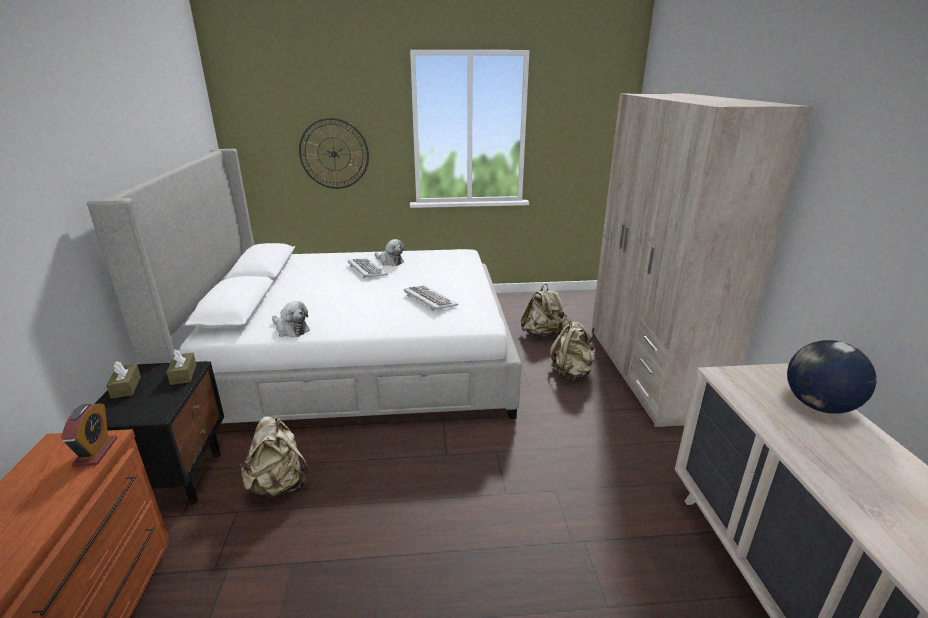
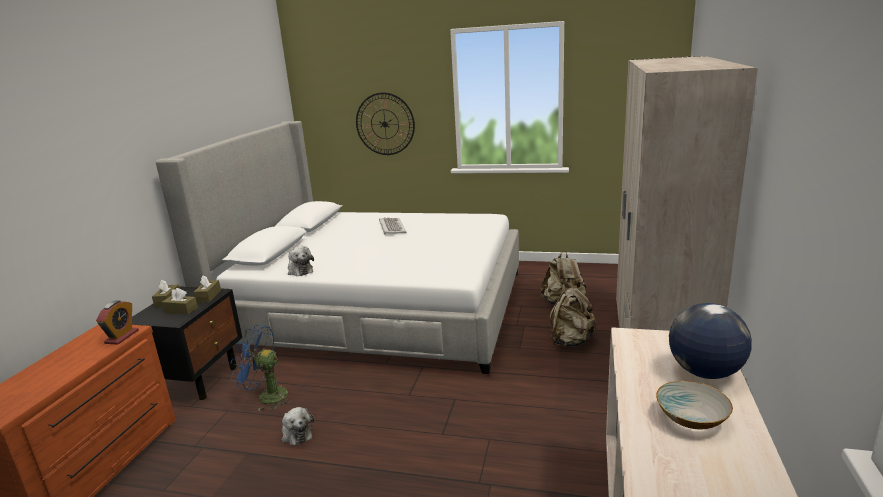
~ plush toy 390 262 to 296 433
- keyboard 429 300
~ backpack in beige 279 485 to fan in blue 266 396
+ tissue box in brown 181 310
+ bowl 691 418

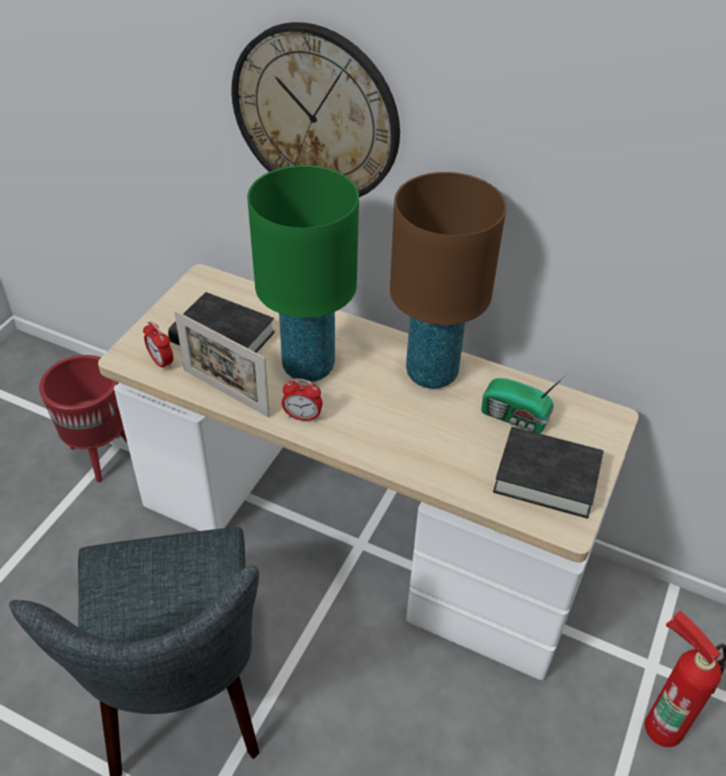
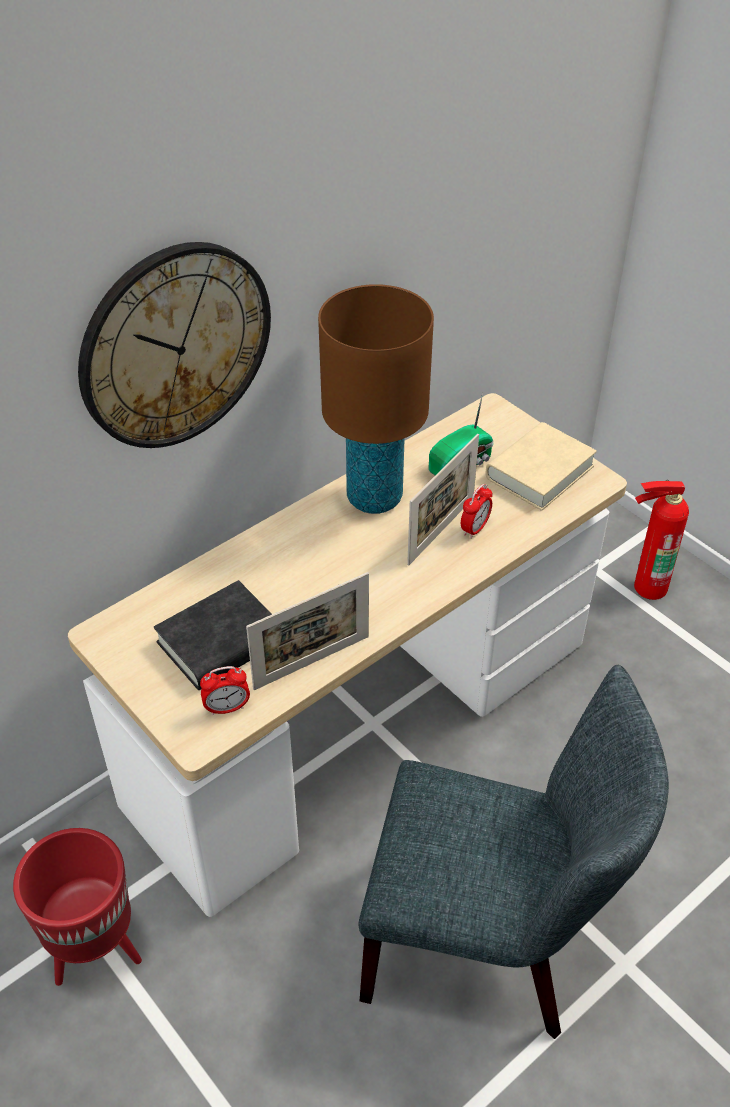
- table lamp in green 308 366
~ alarm clock 302 417 to 475 529
~ book in black 547 477 to book in beige 539 472
+ picture frame 441 530

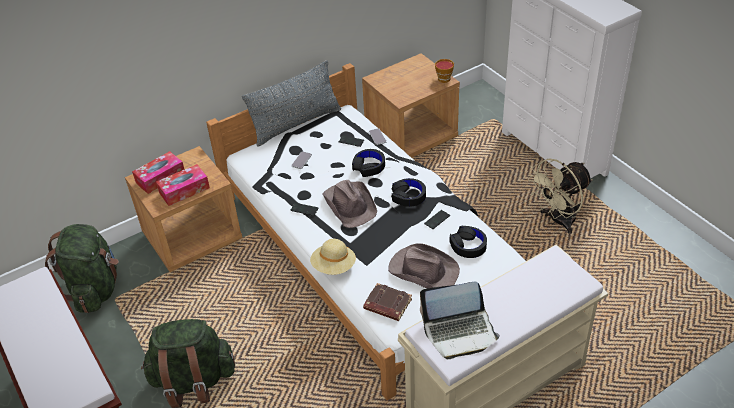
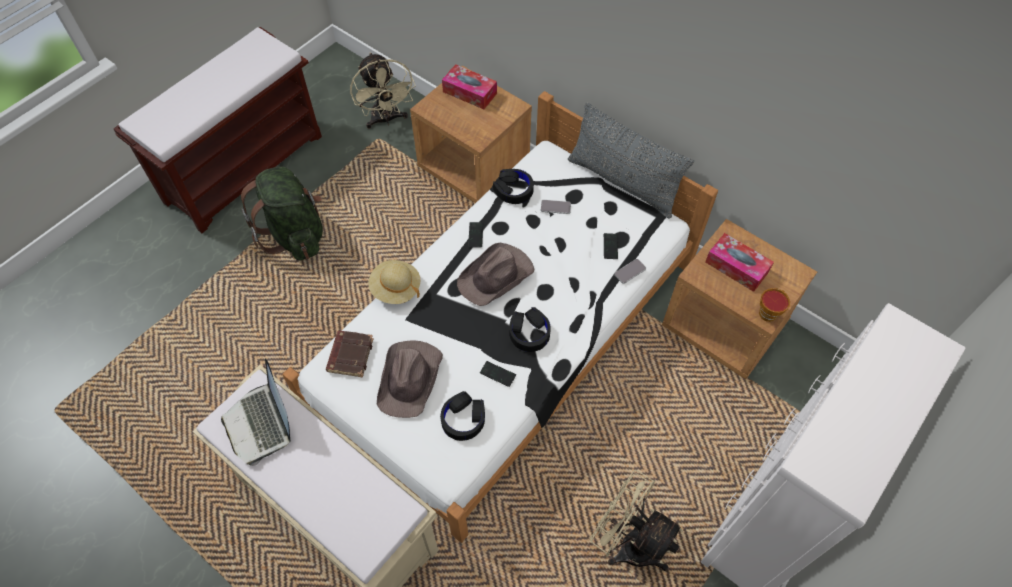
~ headphones in black 369 166 to 513 190
~ tissue box 184 190 to 736 267
~ backpack in green 94 289 to fan in beige 386 119

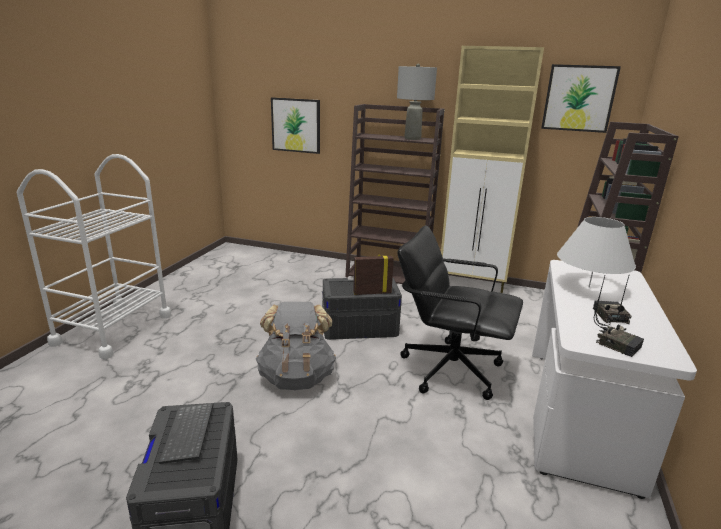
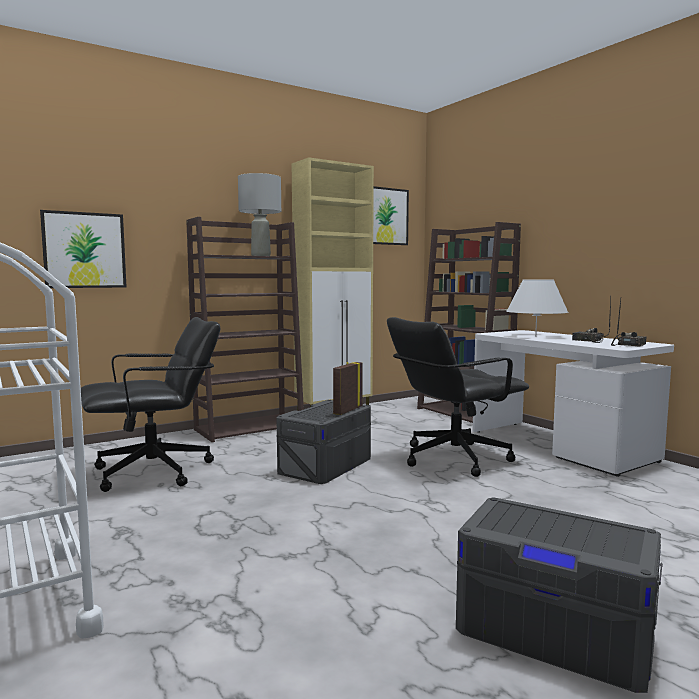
~ radio 617 344 = 628 345 45 degrees counterclockwise
- backpack in grey 297 377
- keyboard 190 434
+ office chair in black 155 472

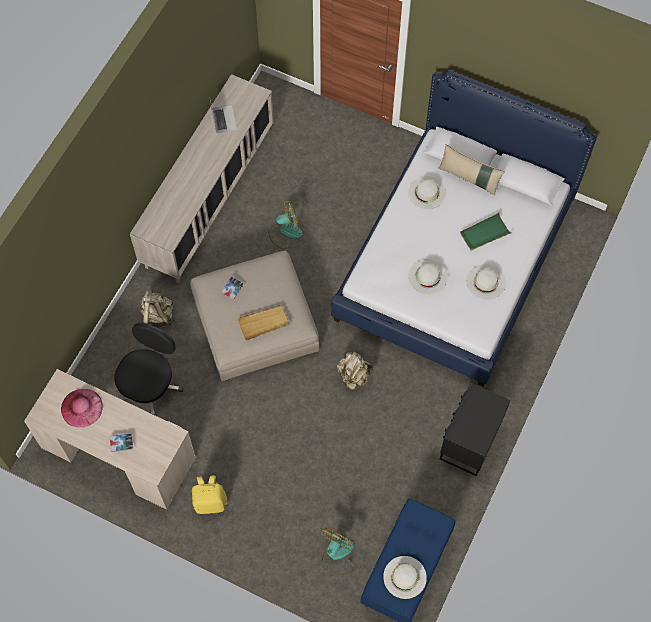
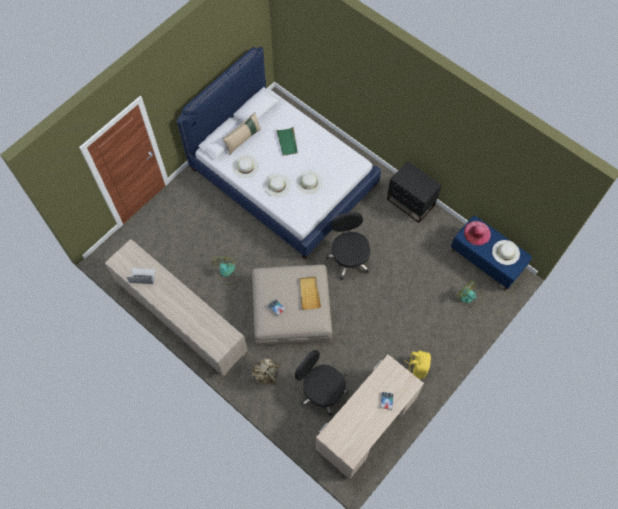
~ hat in white 486 281 to 277 185
~ backpack in beige 353 376 to office chair in black 349 257
~ hat in pink 81 408 to 477 233

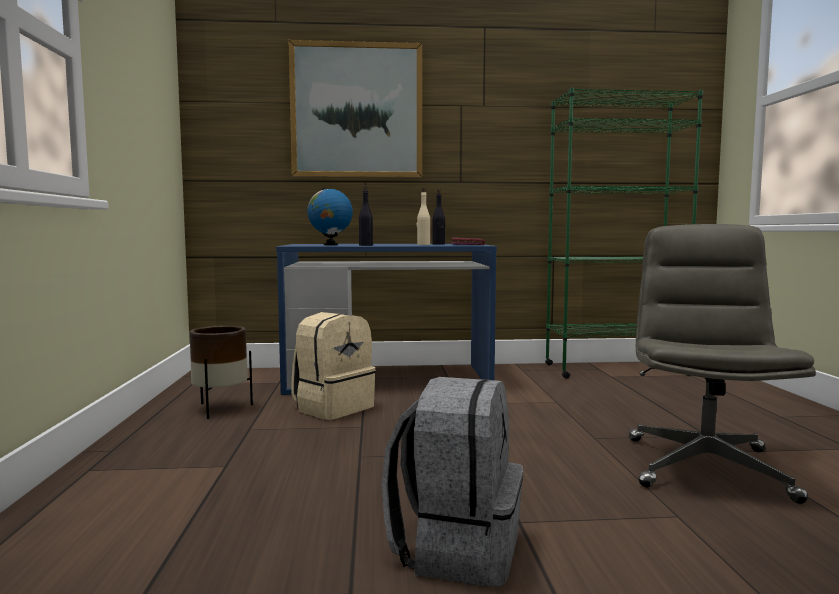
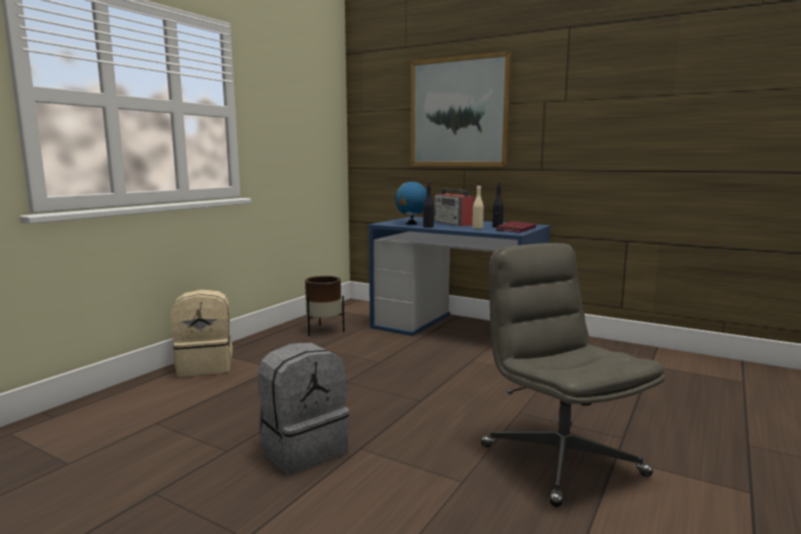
- bookcase in green 614 370
~ office chair in grey 704 467 = 560 459 75 degrees counterclockwise
~ backpack in beige 333 408 to 206 366
+ radio 453 223

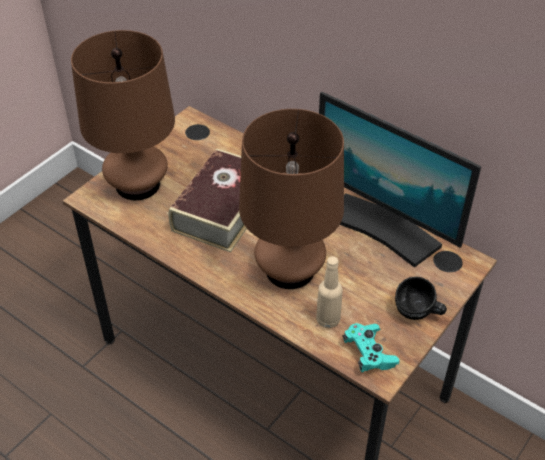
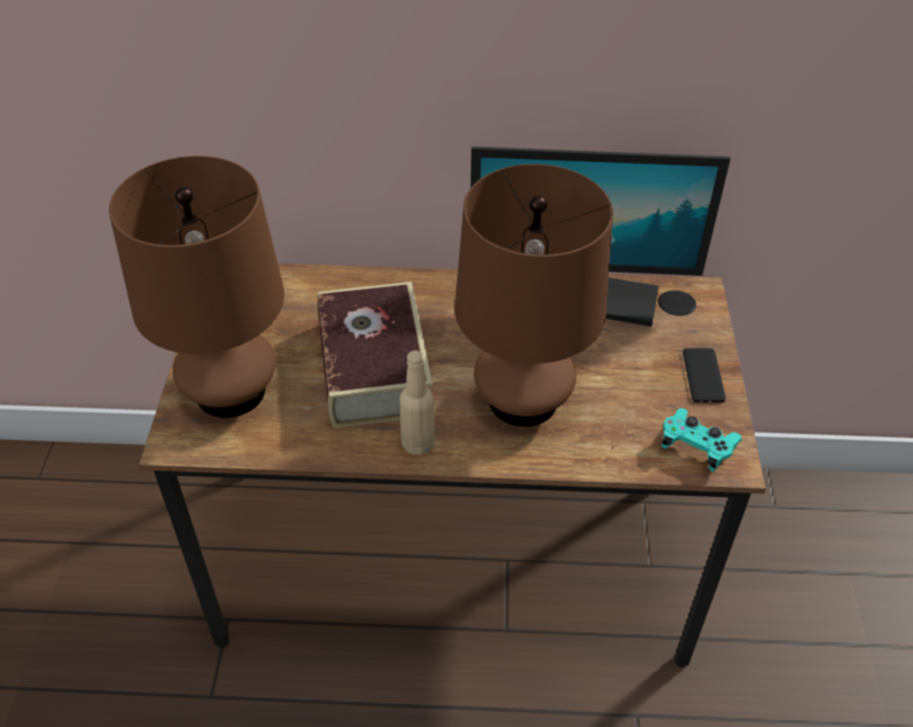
~ bottle in beige 327 320 to 418 443
~ mug in black 417 314 to phone 703 376

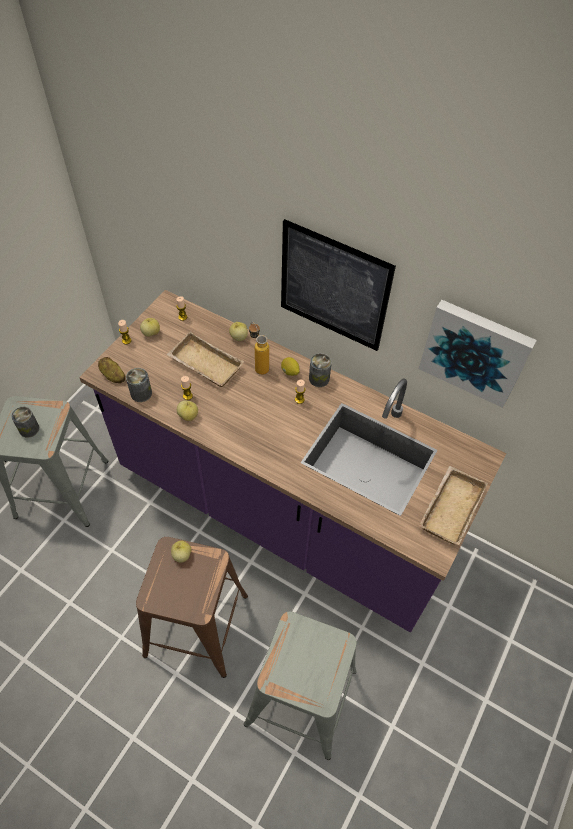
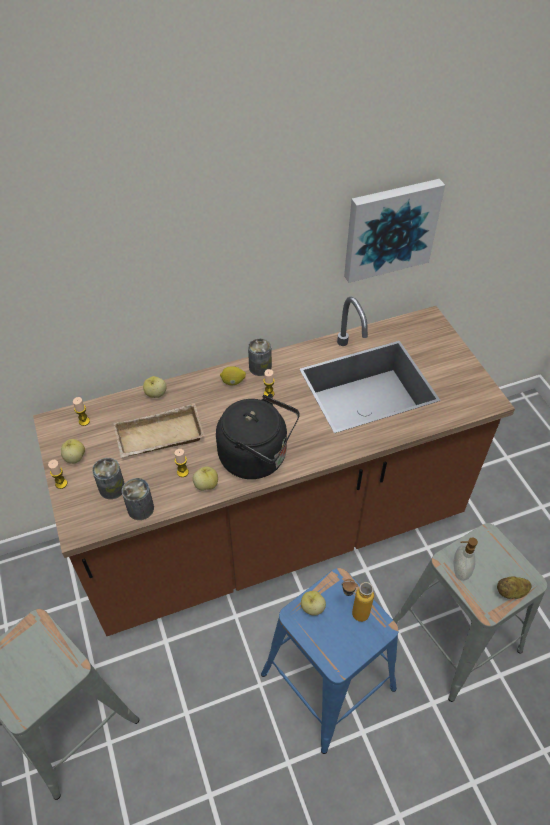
- picture 333 287
~ counter in purple 282 511 to counter in brown 275 533
~ bottle 258 365 to 353 613
~ potato 113 376 to 511 592
~ can 29 429 to 112 488
- tray in beige 449 506
~ stool in brown 195 624 to stool in blue 327 682
+ kettle in black 257 457
+ soap dispenser 459 570

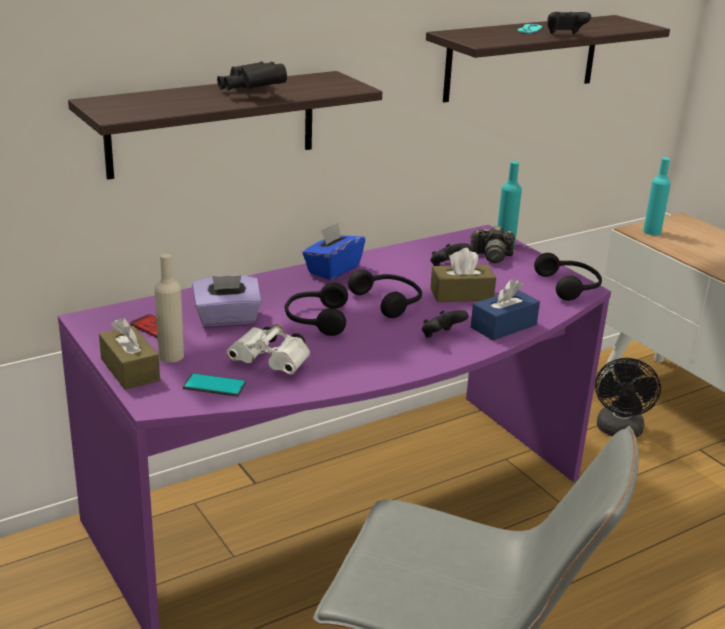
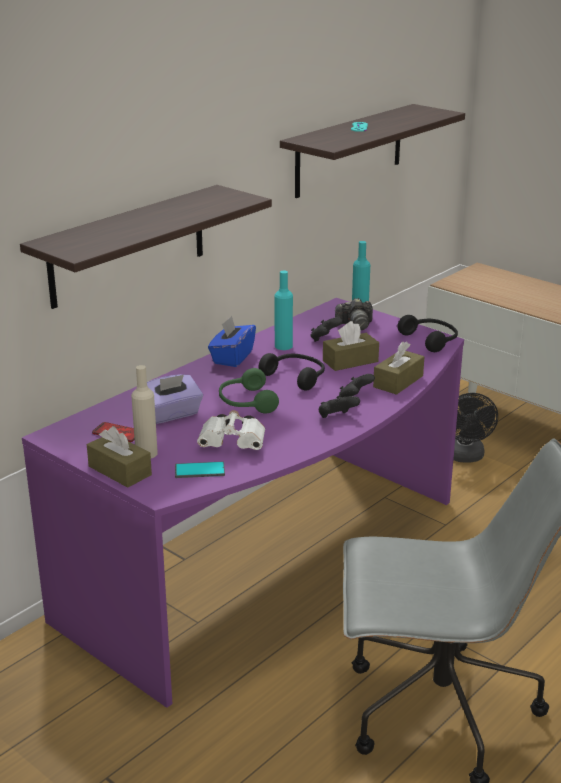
~ game controller in black 564 35 to 336 418
- binoculars in black 251 92
~ bottle in turquoise 652 231 to 283 346
~ tissue box in blue 503 326 to tissue box in brown 398 381
~ headphones in black 315 320 to headphones in green 245 402

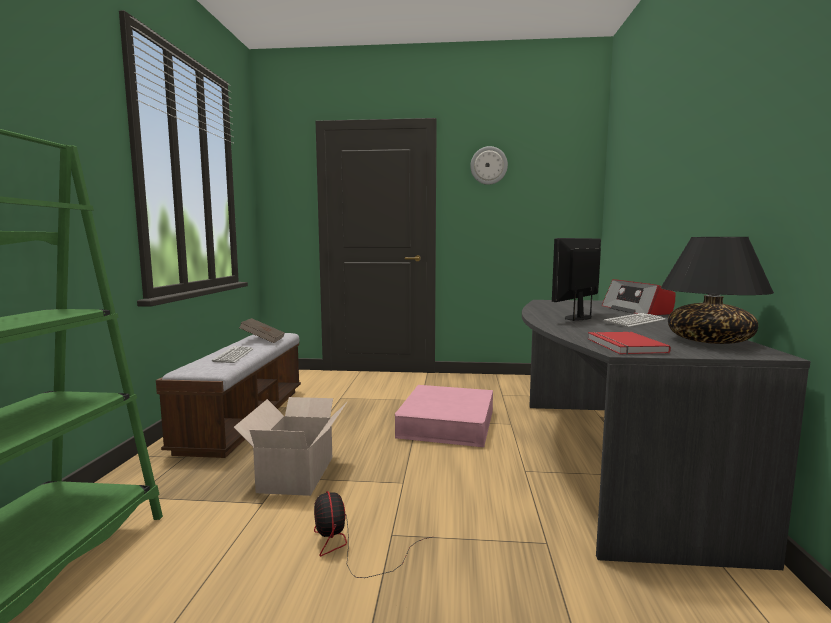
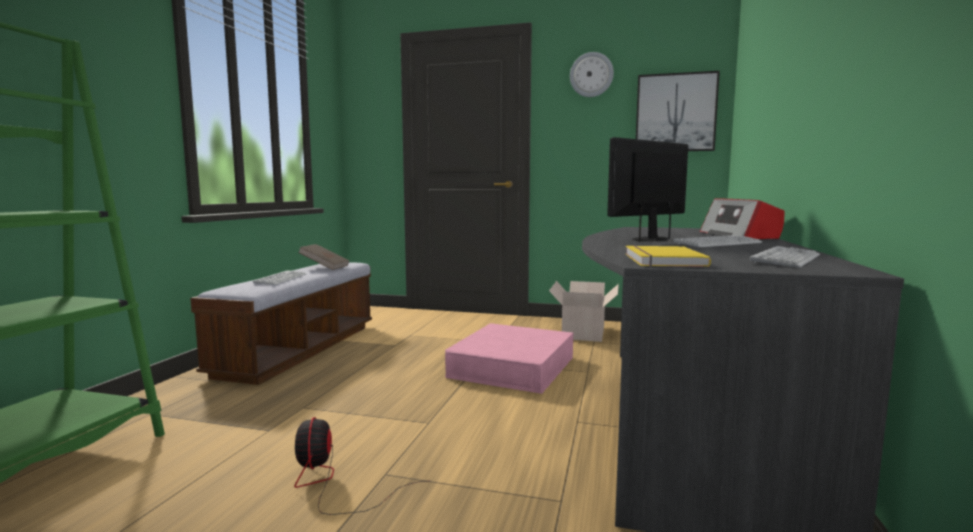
~ table lamp in black 708 341 to keyboard 786 259
~ book in red 623 346 to book in yellow 660 260
~ cardboard box 298 473 to 584 332
+ picture 675 113

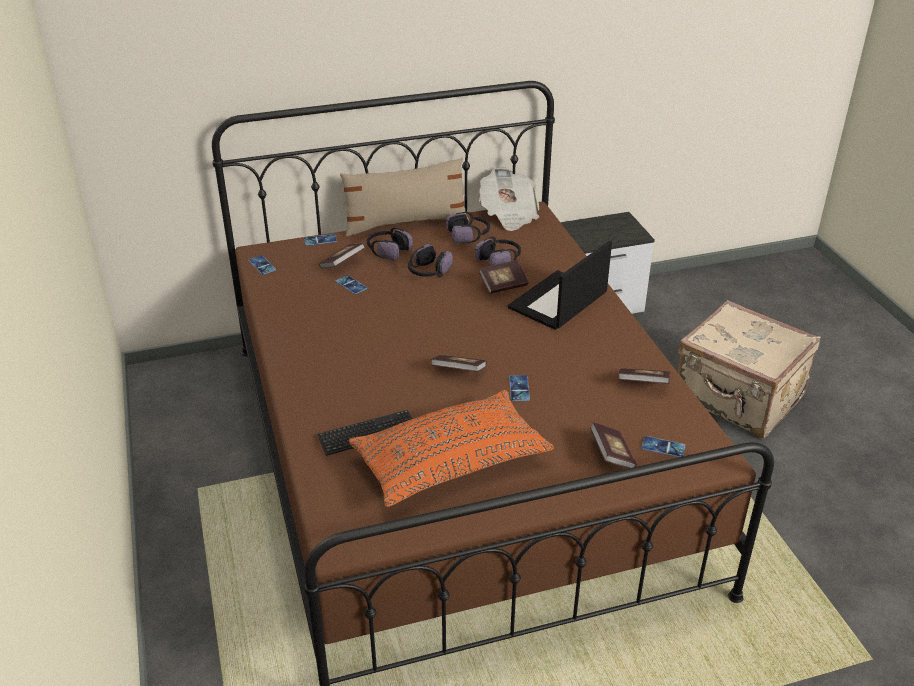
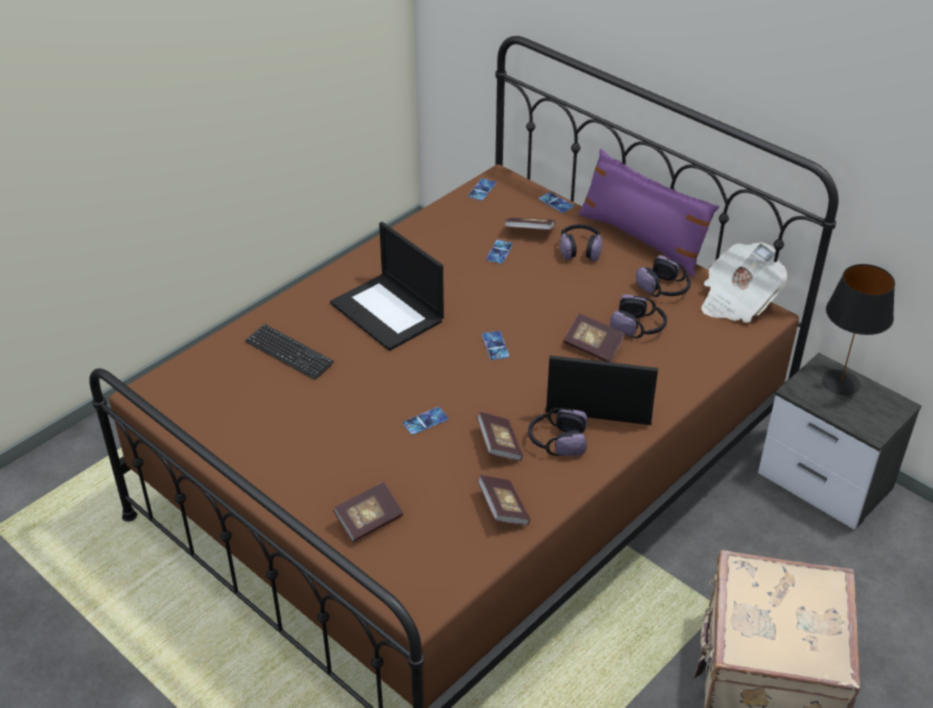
~ pillow in beige 405 223 to pillow in purple 642 239
~ headphones 428 272 to 556 441
~ book 458 372 to 499 445
- pillow in orange 450 462
~ phone 663 447 to 495 346
+ laptop 388 312
+ table lamp in black 841 382

